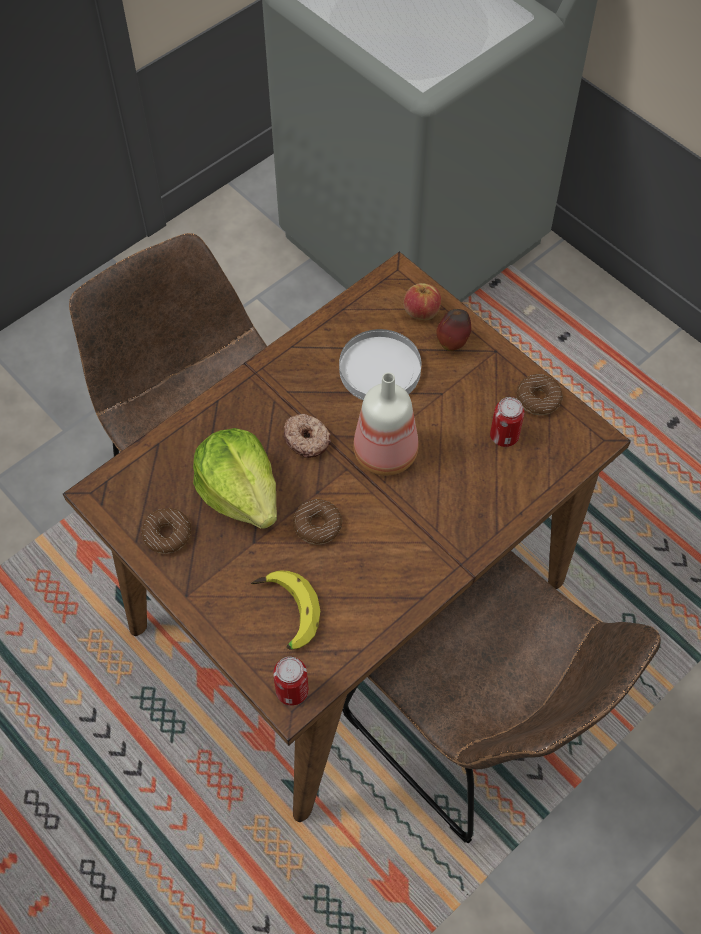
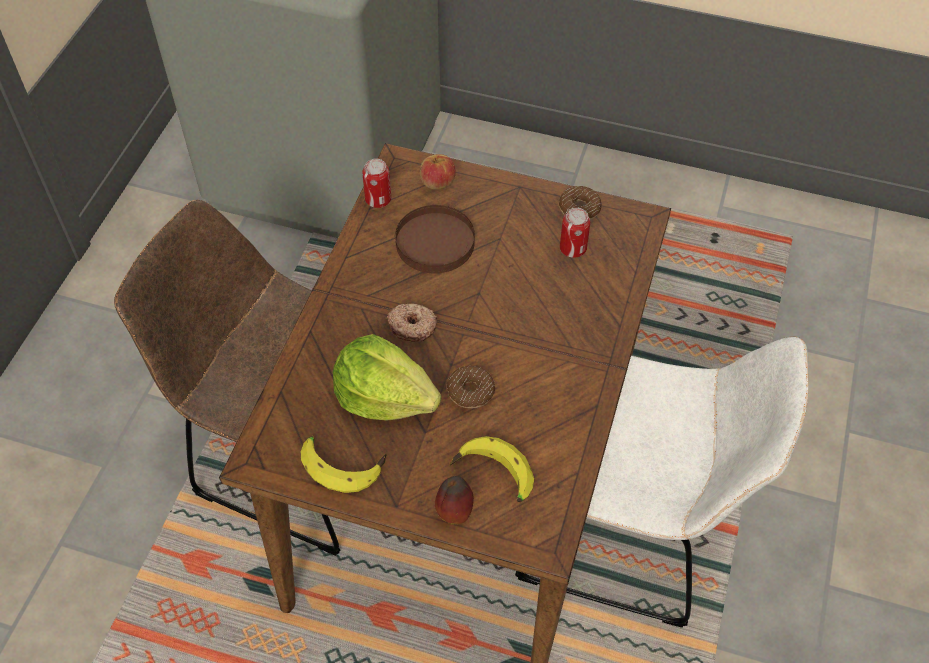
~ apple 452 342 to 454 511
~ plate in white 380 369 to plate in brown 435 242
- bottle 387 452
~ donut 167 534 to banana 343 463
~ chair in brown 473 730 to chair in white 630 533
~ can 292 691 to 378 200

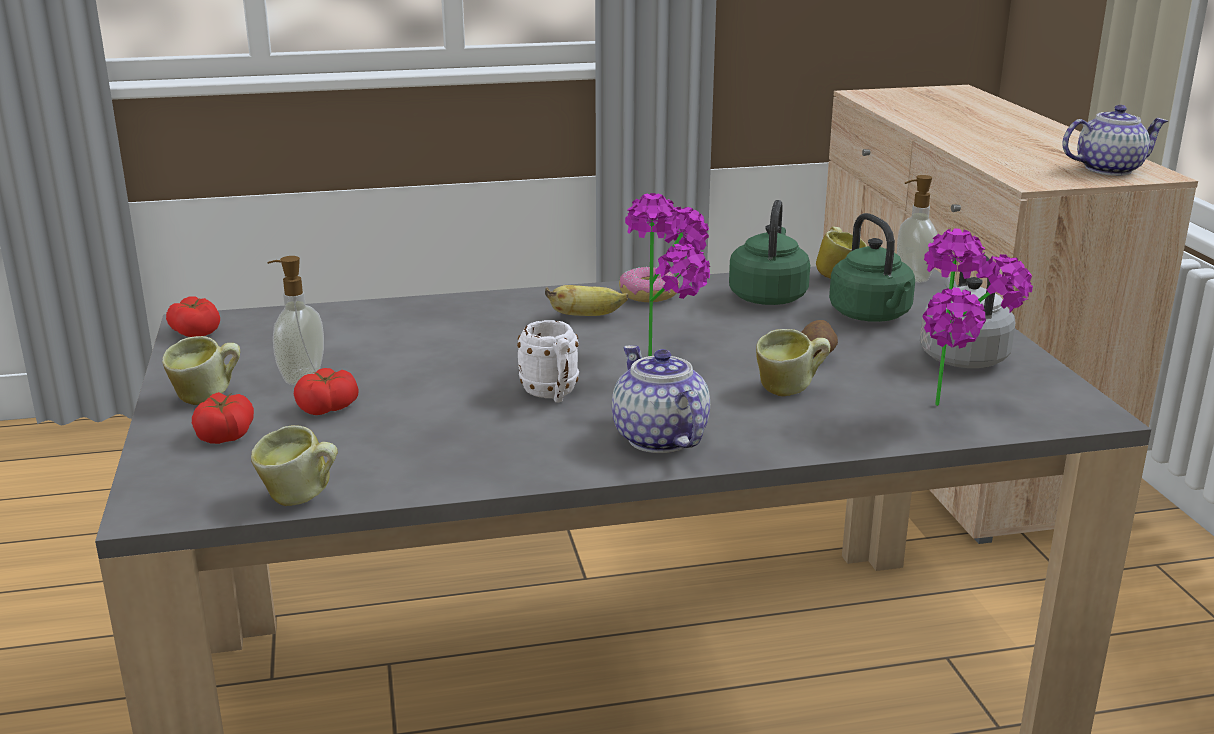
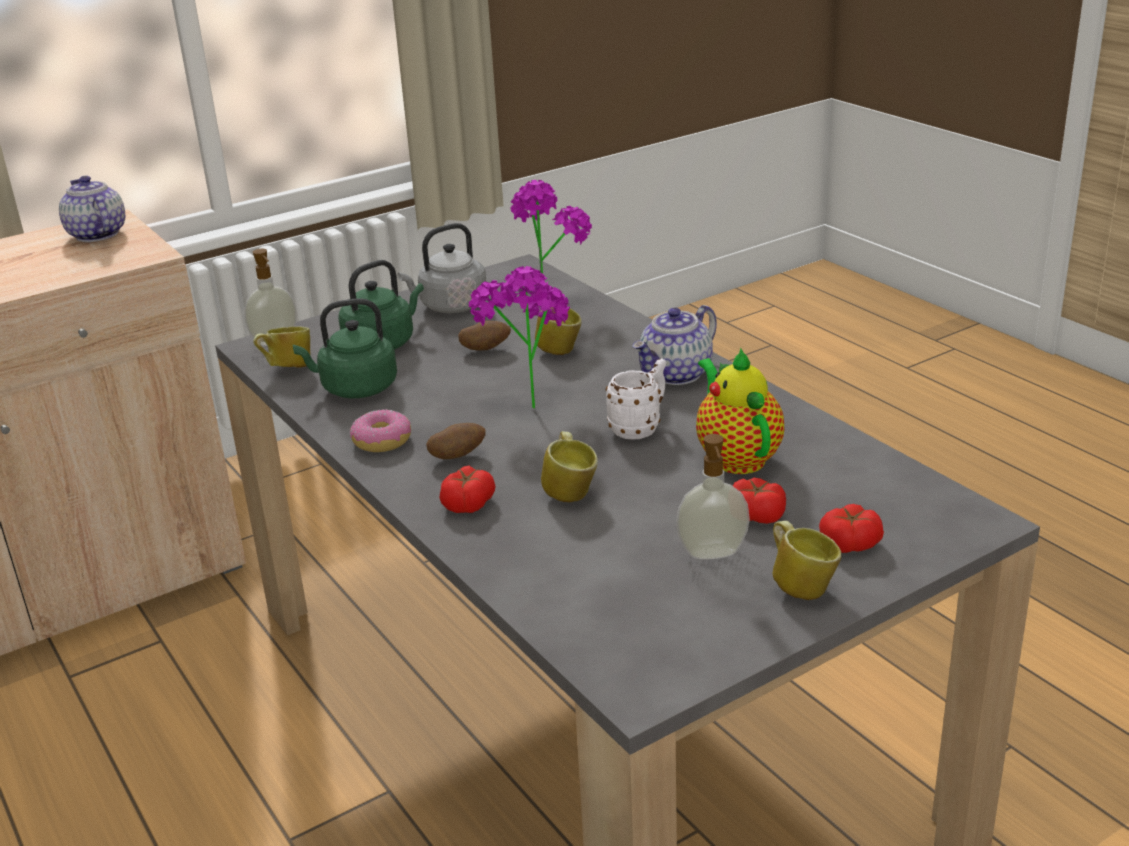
~ banana 587 316 to potato 458 456
~ tomato 196 331 to 468 503
~ mug 301 499 to 570 491
+ teapot 736 457

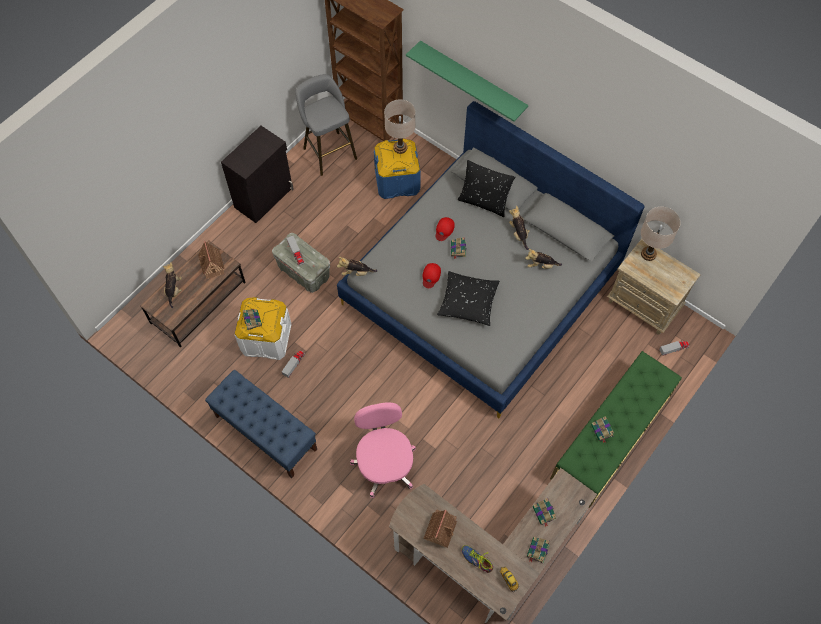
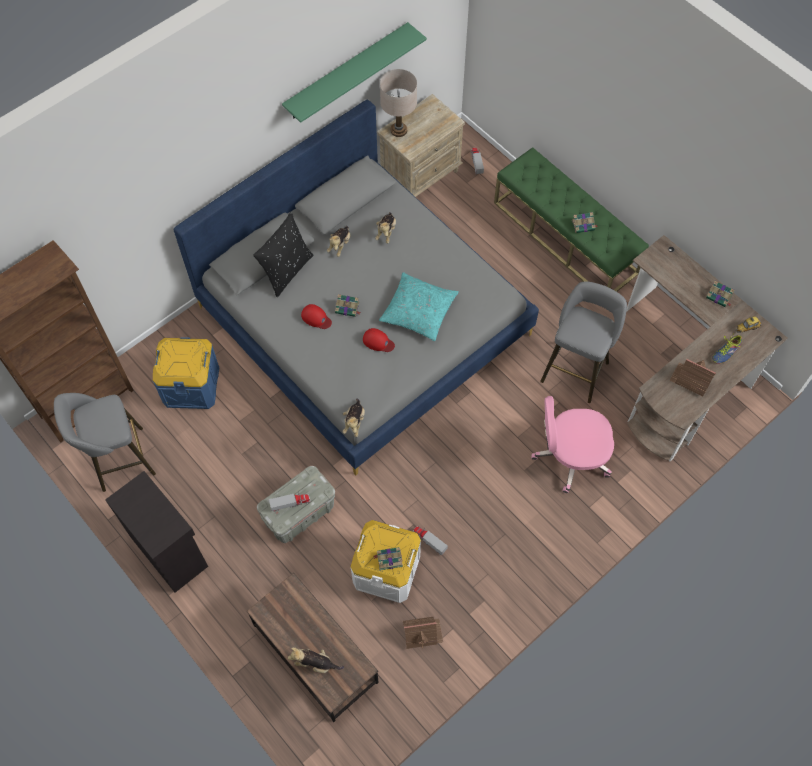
~ shelf in green 472 80 to 346 72
- table lamp in beige 400 148
~ plush toy 518 234 = 340 245 60 degrees counterclockwise
~ toy house 212 264 to 422 633
~ pillow in black 468 302 to pillow in turquoise 418 311
- bench in blue 265 432
- book 544 513
+ stool in grey 576 368

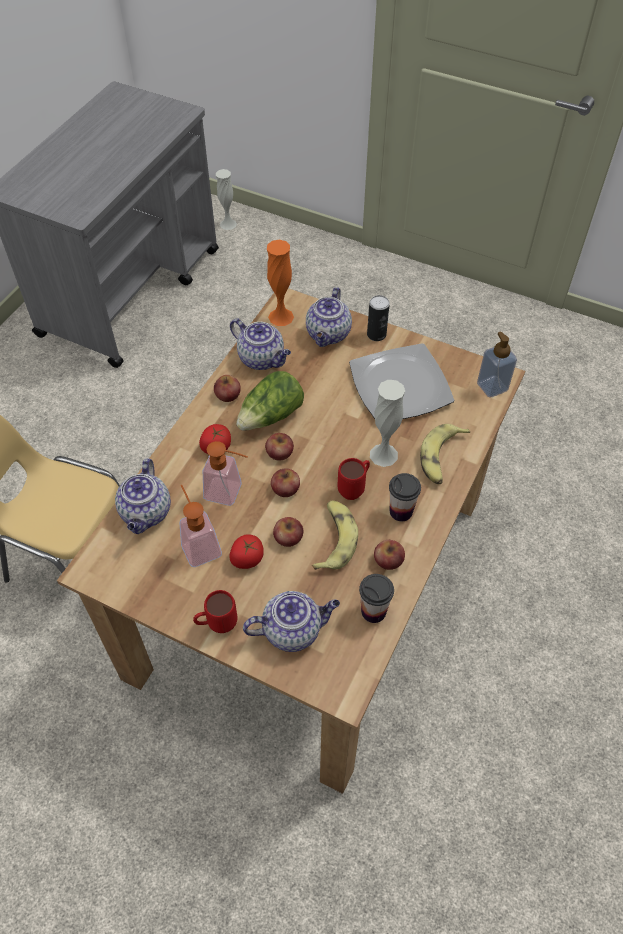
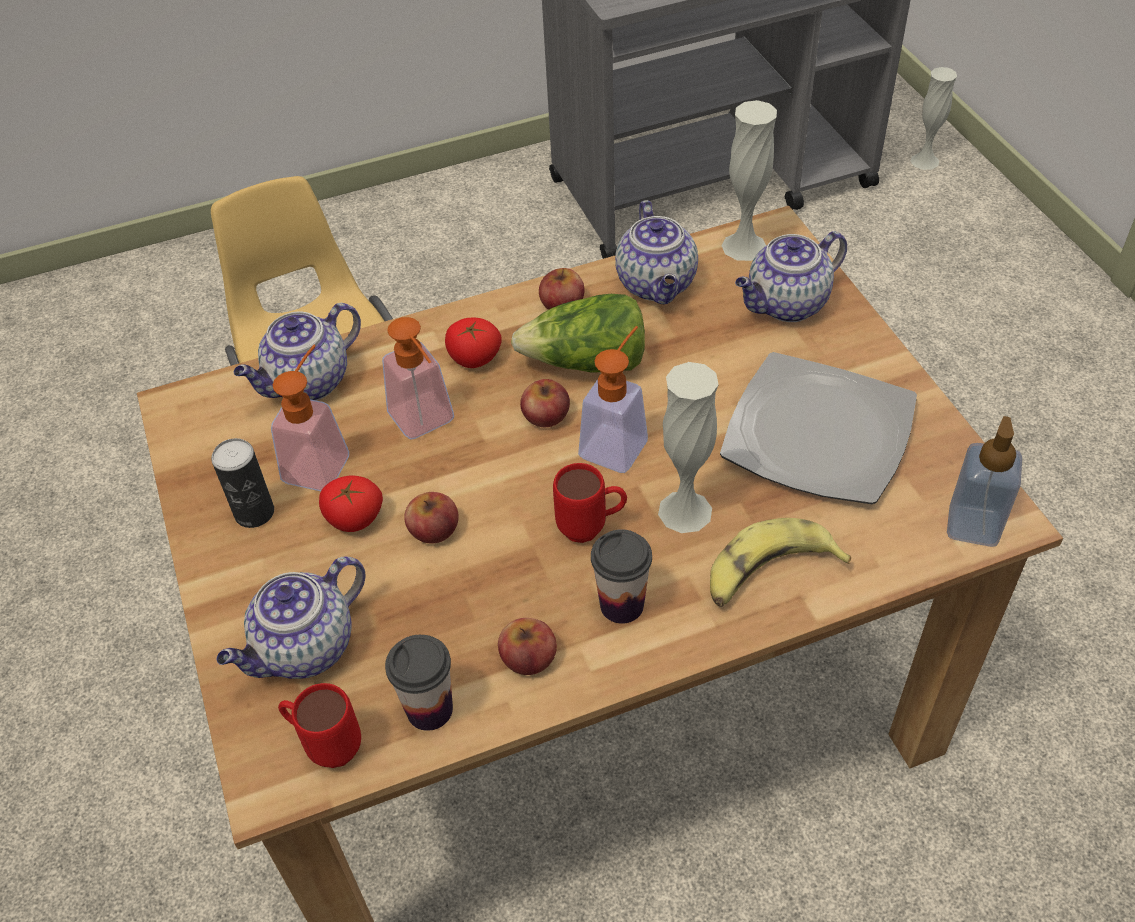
~ vase in orange 281 317 to vase in white 744 246
~ can 376 334 to 254 512
- apple 285 488
- banana 334 539
~ mug in red 217 625 to 326 745
~ teapot 293 630 = 305 649 105 degrees clockwise
+ soap dispenser 618 441

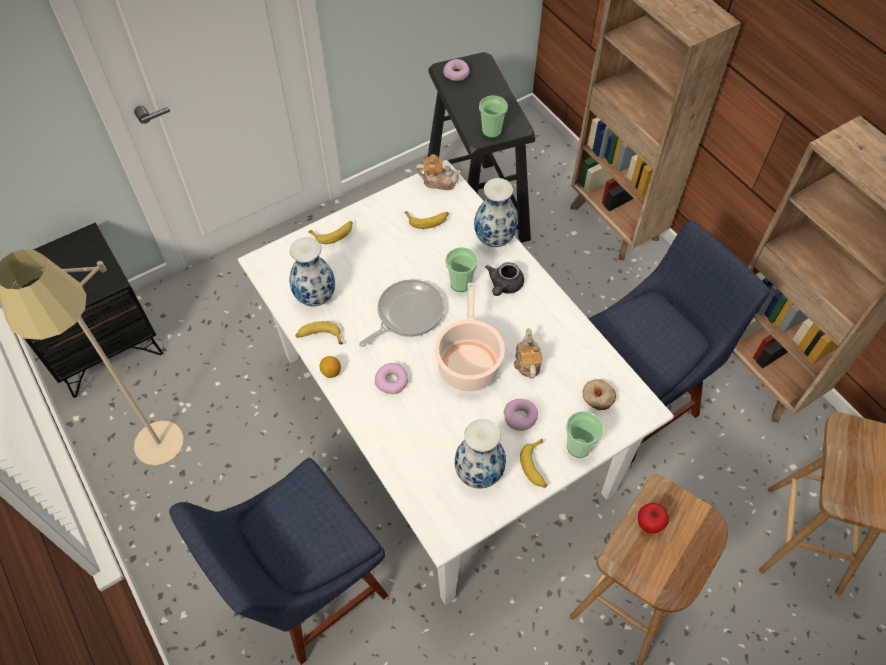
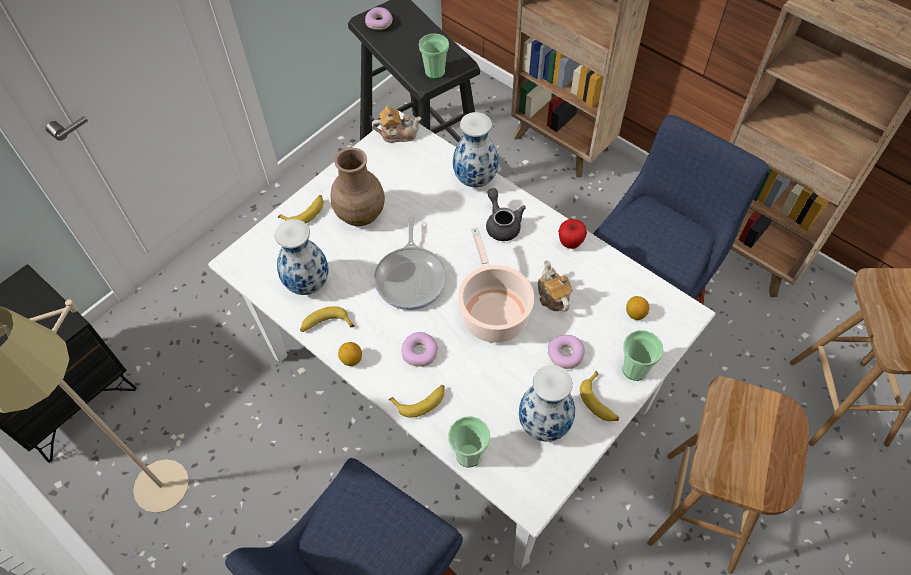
~ banana 428 220 to 420 401
~ cup 461 283 to 469 454
~ teapot in grey 504 286 = 502 224 150 degrees clockwise
~ frying pan 407 314 = 411 277 150 degrees clockwise
~ donut 597 397 to lemon 635 314
~ apple 649 524 to 570 243
+ vase in brown 360 214

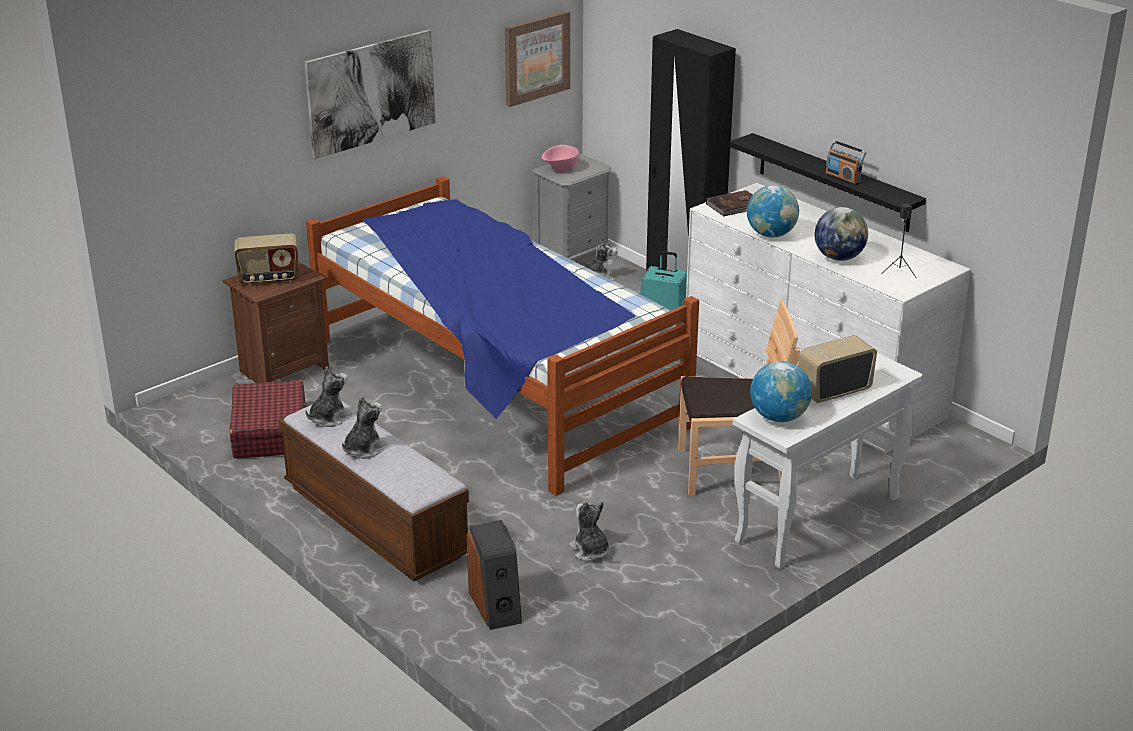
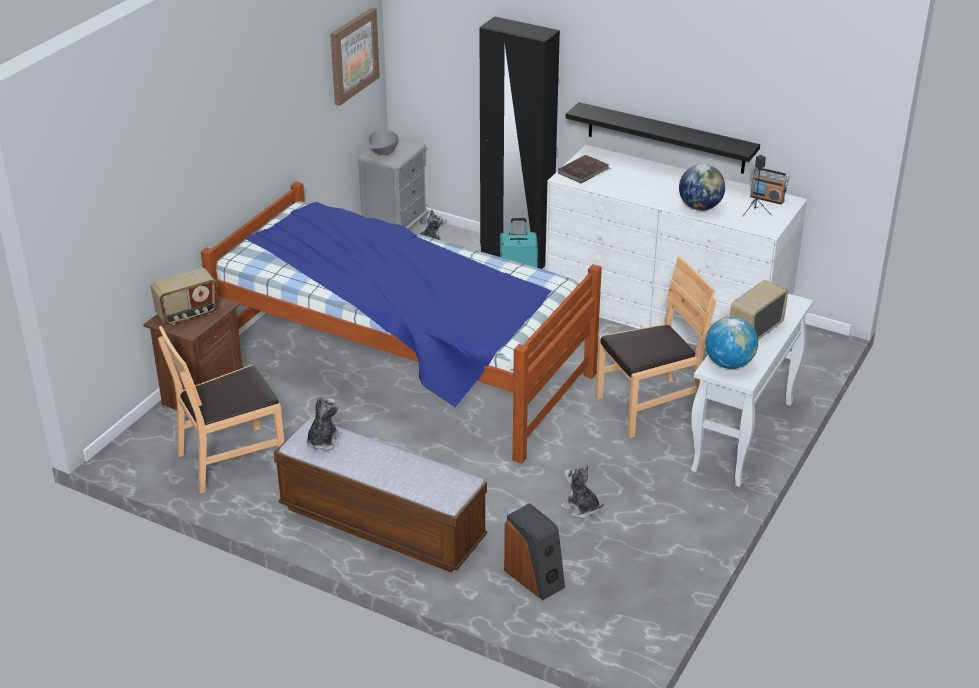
- picture 371 93
~ radio 843 178 to 767 198
~ bowl in pink 560 169 to bowl in grey 382 153
- globe 771 235
~ suitcase in red 270 432 to chair in brown 231 459
- plush toy 363 449

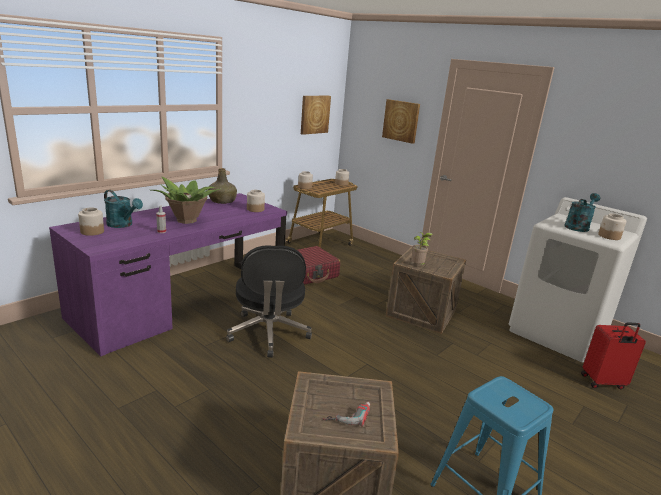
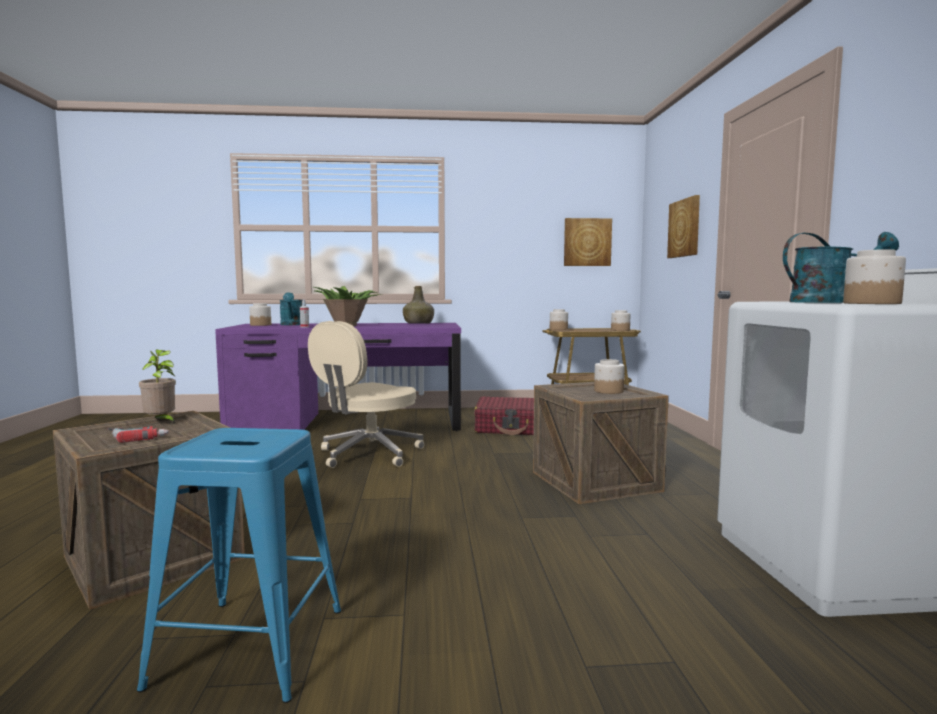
~ jar 255 209 to 608 391
~ potted plant 418 266 to 161 423
~ office chair in black 268 333 to office chair in beige 368 454
- suitcase in red 603 382

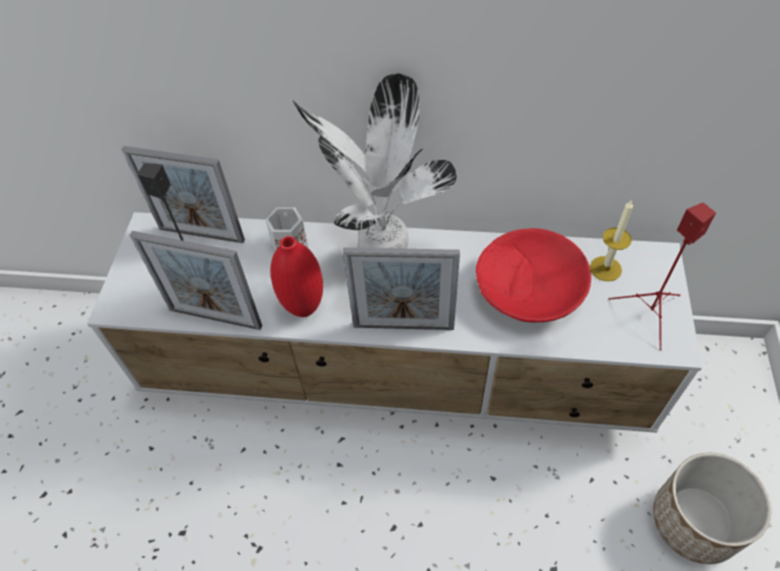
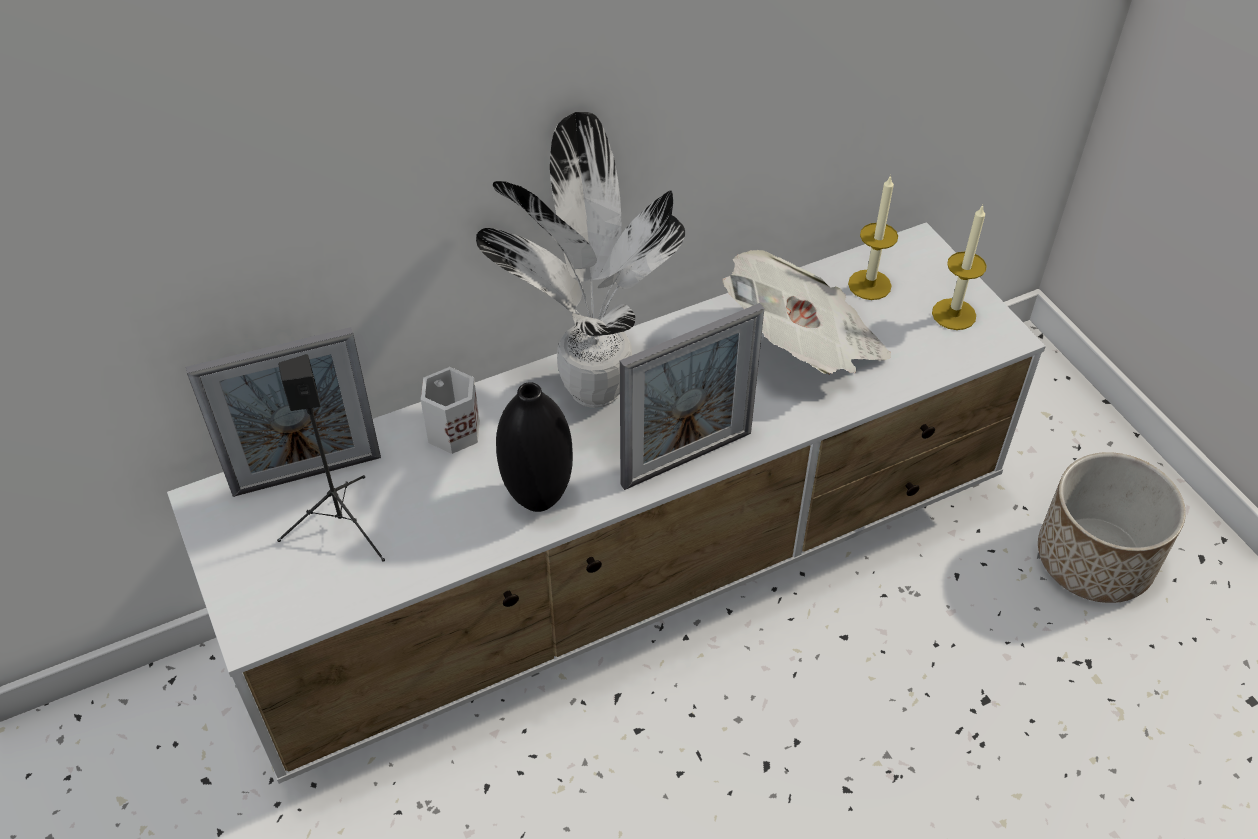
~ speaker in red 650 314 to candle 954 314
~ bowl in red 530 289 to newspaper 804 346
- picture frame 215 318
~ vase in red 304 307 to vase in black 538 498

